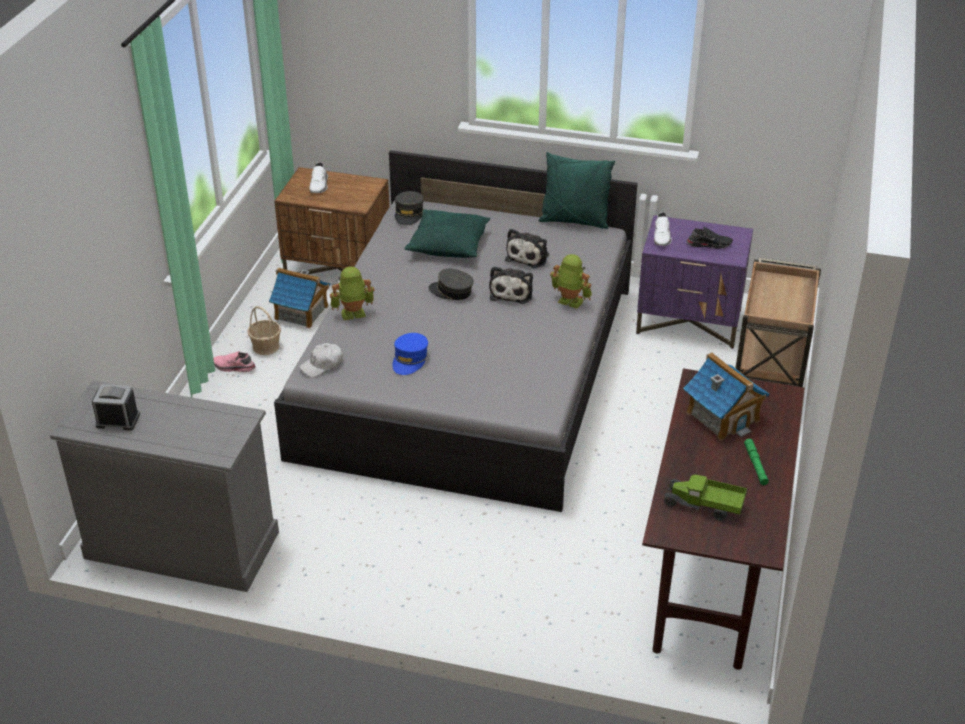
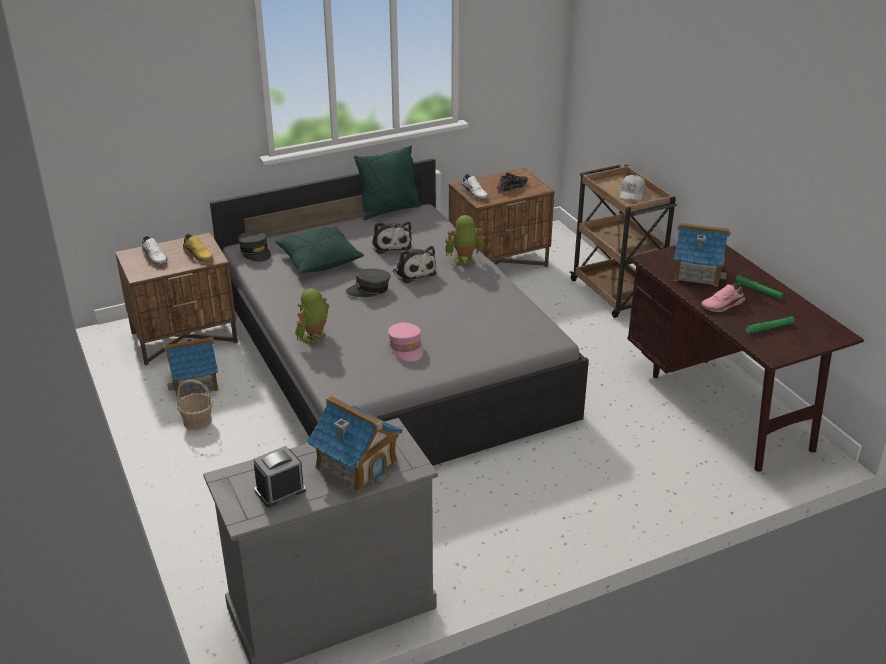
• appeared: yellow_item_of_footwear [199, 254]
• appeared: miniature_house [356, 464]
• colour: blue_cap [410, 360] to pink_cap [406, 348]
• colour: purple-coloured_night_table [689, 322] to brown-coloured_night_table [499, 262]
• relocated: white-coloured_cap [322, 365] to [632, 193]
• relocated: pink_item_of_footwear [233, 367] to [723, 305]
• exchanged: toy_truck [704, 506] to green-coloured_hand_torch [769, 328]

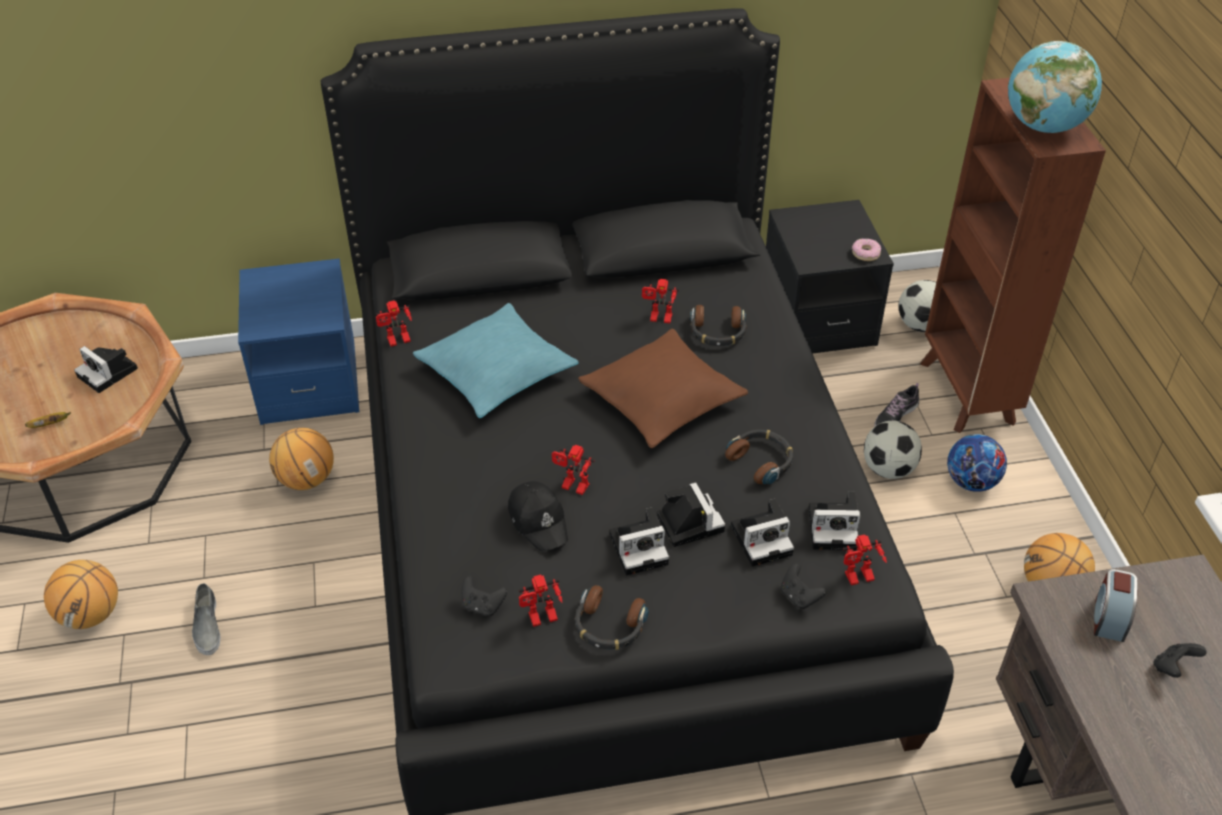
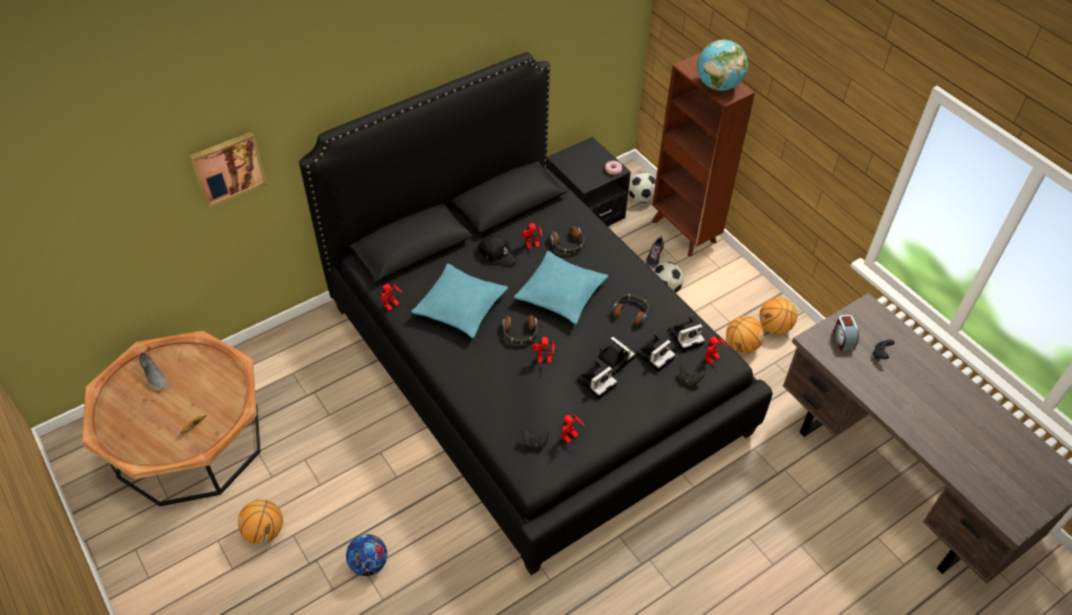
• relocated: gray_item_of_footwear [207, 625] to [153, 375]
• appeared: wall_art [228, 168]
• relocated: football [971, 482] to [369, 564]
• relocated: black-coloured_cap [539, 520] to [497, 254]
• relocated: headphones [608, 626] to [520, 333]
• colour: brown-coloured_throw_pillow [662, 399] to turquoise-coloured_throw_pillow [561, 294]
• relocated: basketball [306, 479] to [741, 345]
• missing: still_camera [109, 373]
• missing: blue_night_table [309, 382]

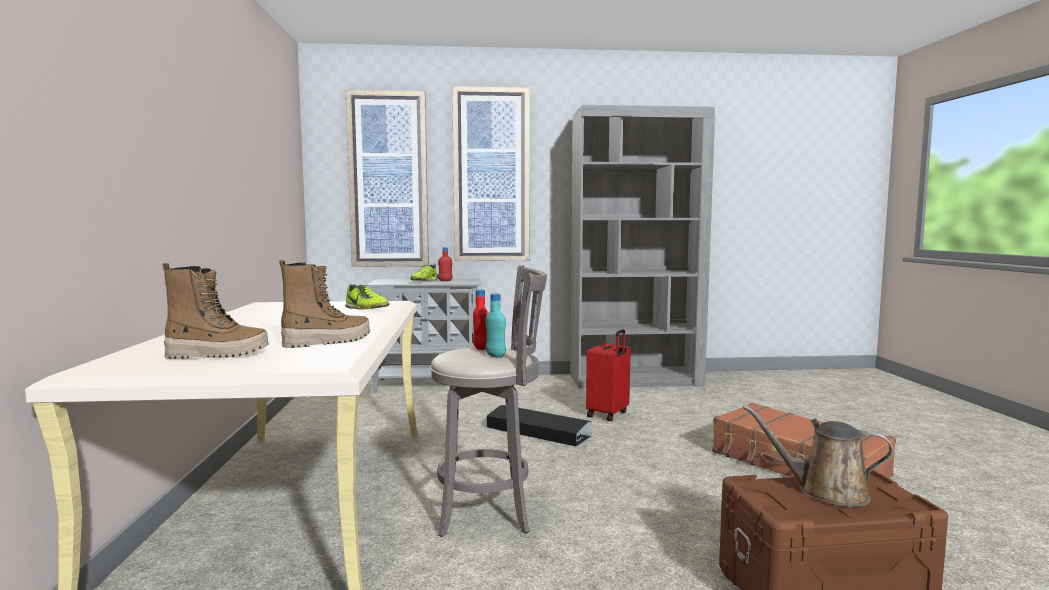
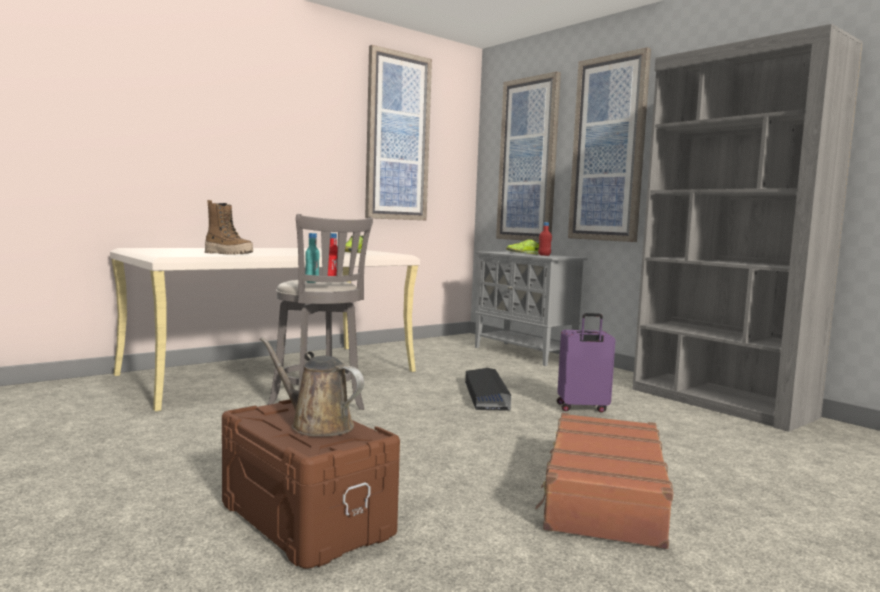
• spun: brown-coloured_sprinkling_can [825, 492] = [317, 425] 45 degrees counterclockwise
• appeared: wall_art [397, 137]
• colour: reddish_piece_of_luggage [608, 414] to purple-coloured_piece_of_luggage [582, 408]
• missing: boot [218, 355]

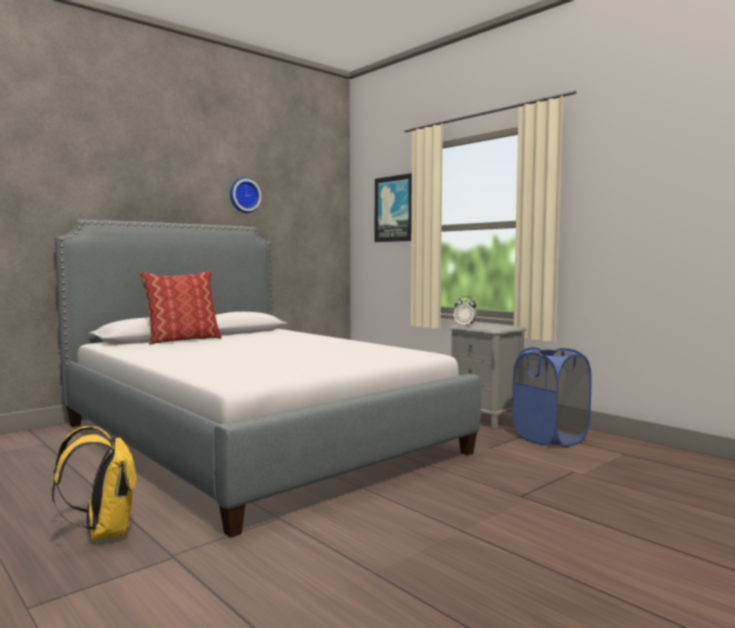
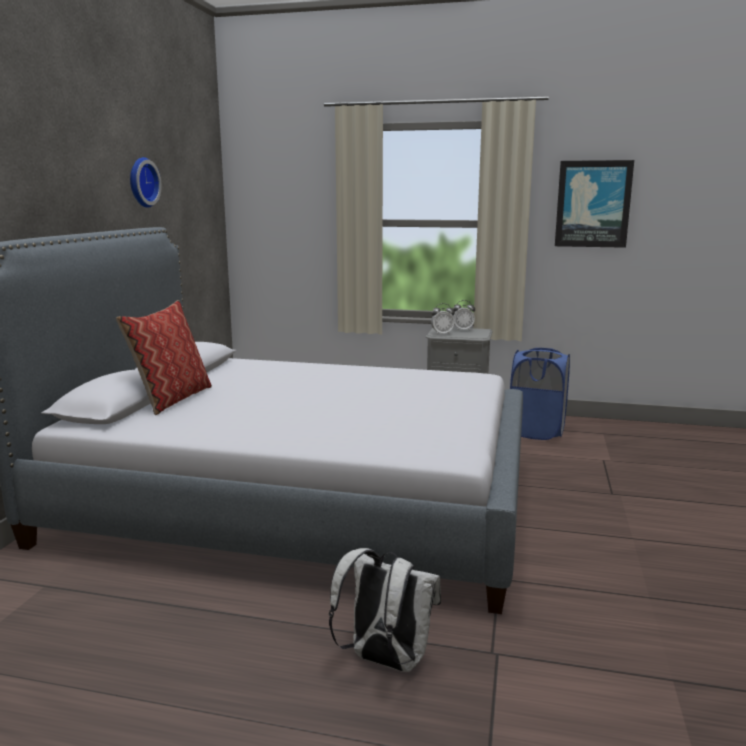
• colour: yellow_backpack [104, 532] to white-coloured_backpack [384, 660]
• appeared: table_clock [463, 330]
• relocated: wall_art [394, 209] to [593, 204]

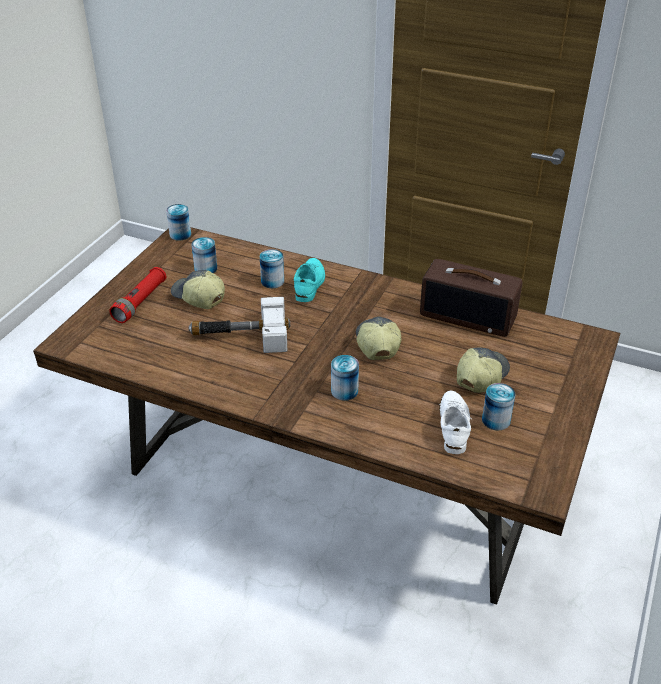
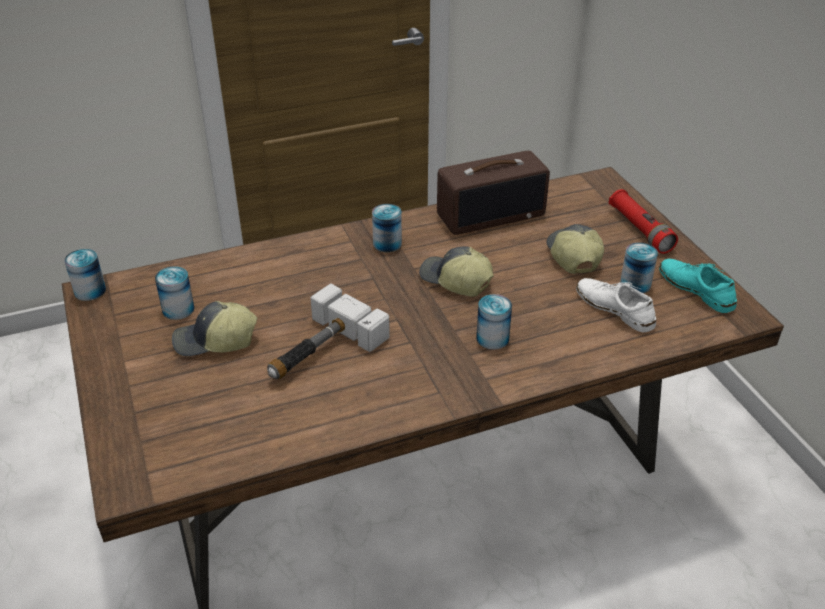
• relocated: can [272, 281] to [387, 243]
• relocated: reddish_hand_torch [140, 302] to [640, 230]
• relocated: turquoise-coloured_item_of_footwear [309, 284] to [696, 289]

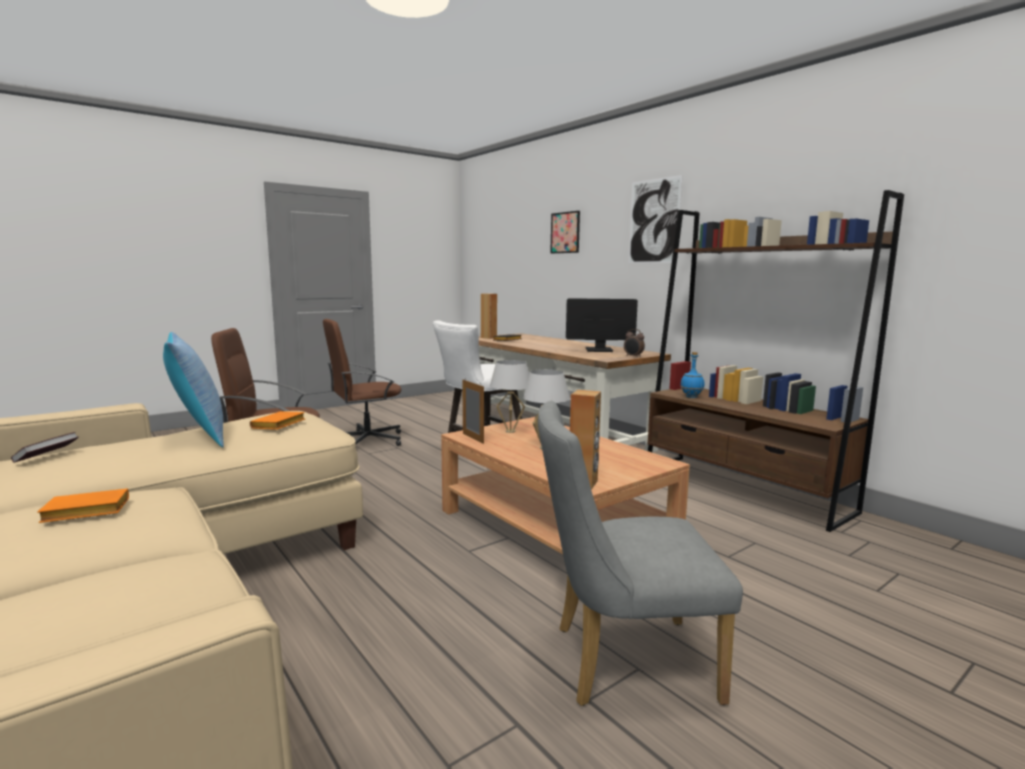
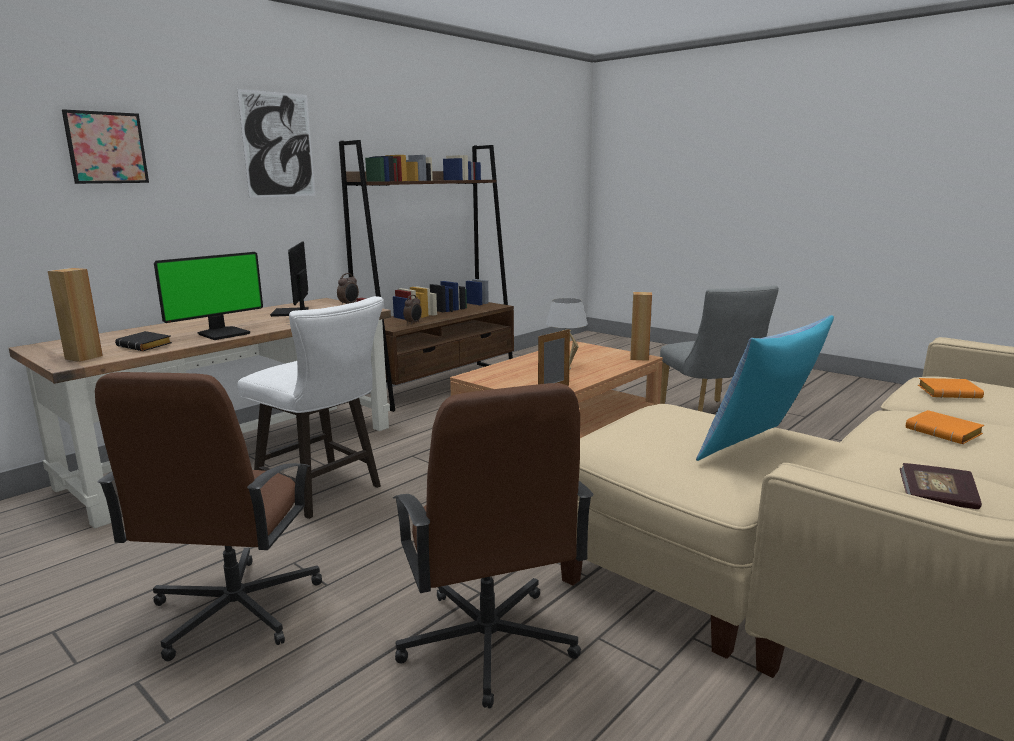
• spun: brown-coloured_desk_chair [366, 440] = [233, 610] 45 degrees clockwise
• appeared: computer_display [223, 333]
• exchanged: blue_bottle [691, 397] to table_clock [413, 323]
• relocated: orange-coloured_bound_book [278, 425] to [949, 393]
• missing: white-coloured_lamp_for_a_table [510, 431]

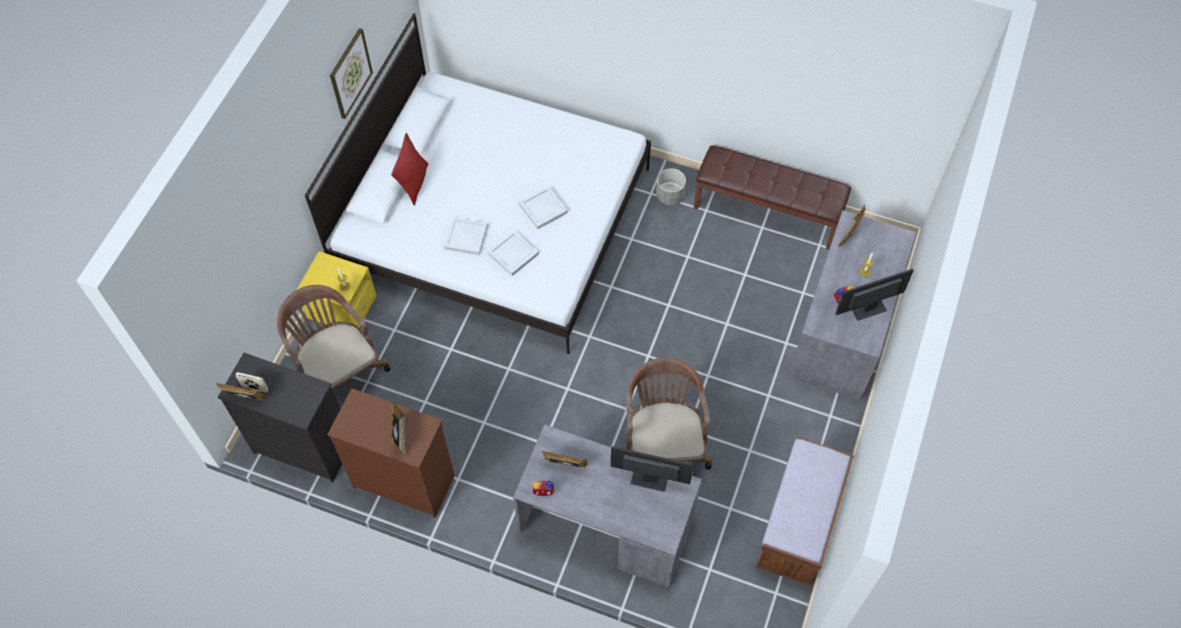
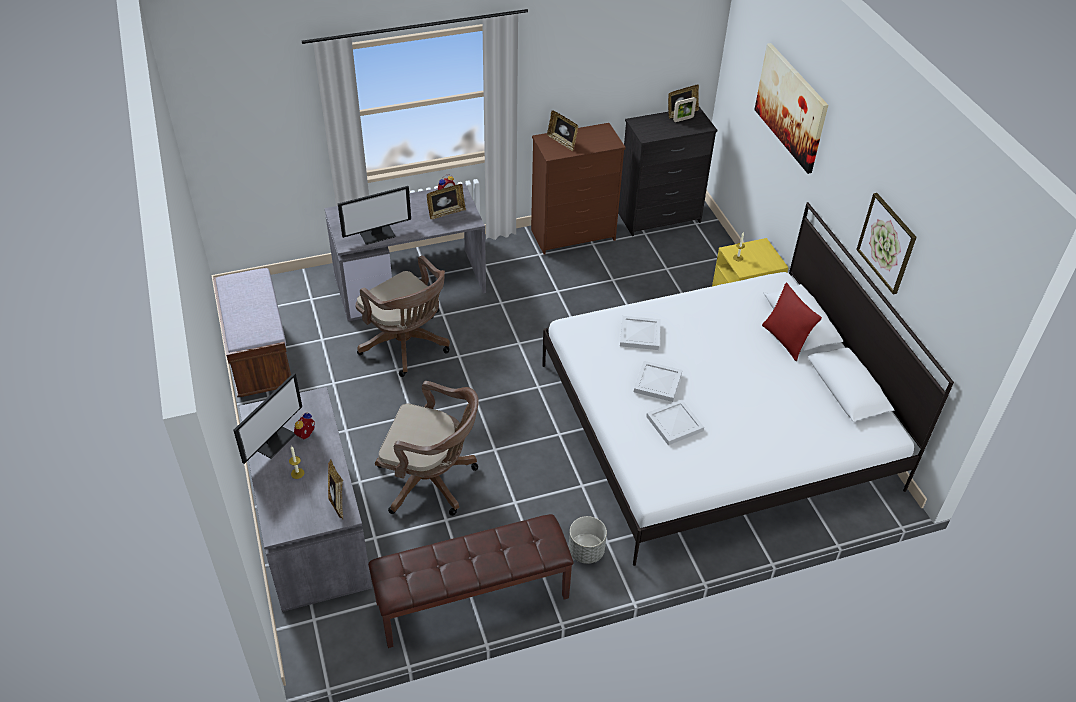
• relocated: brown-coloured_desk_chair [340, 376] to [432, 481]
• relocated: white-coloured_serving_tray [465, 236] to [675, 424]
• appeared: wall_art [791, 107]

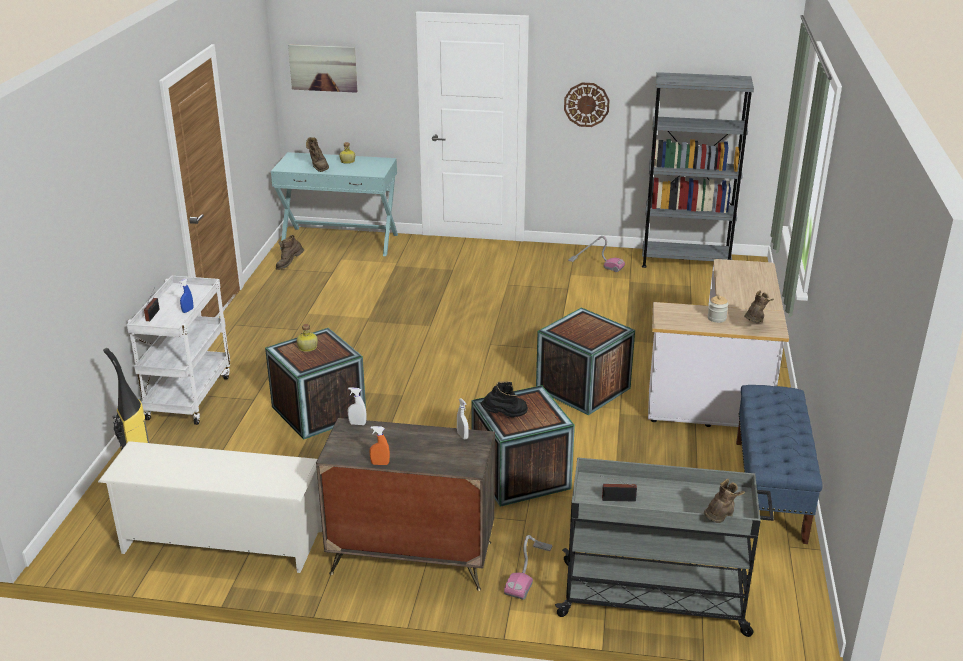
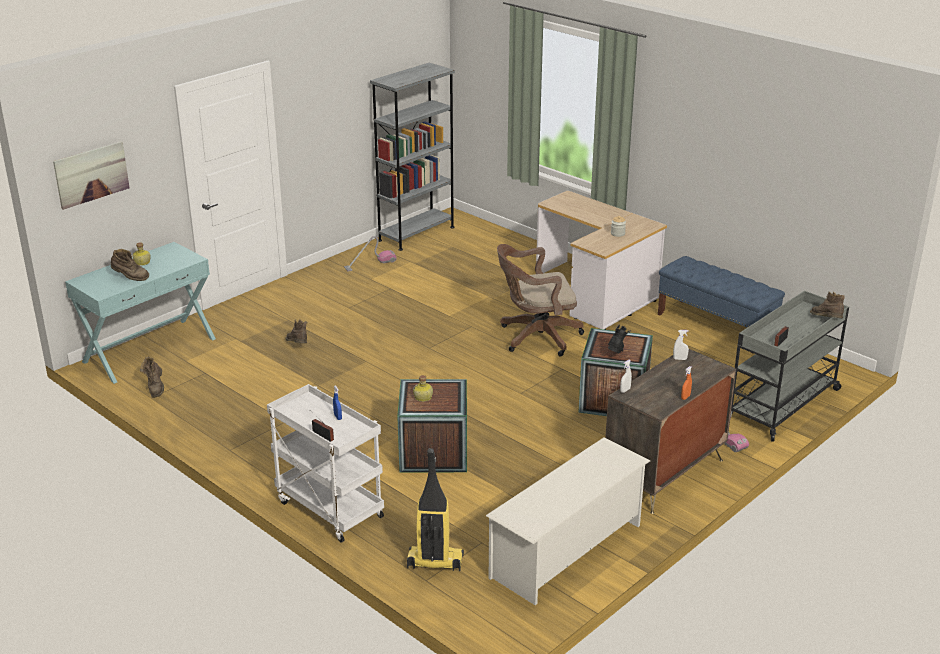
• relocated: brown-coloured_boot [754, 325] to [298, 346]
• exchanged: packing_crate [583, 389] to brown-coloured_desk_chair [535, 337]
• missing: wall_clock [586, 104]

